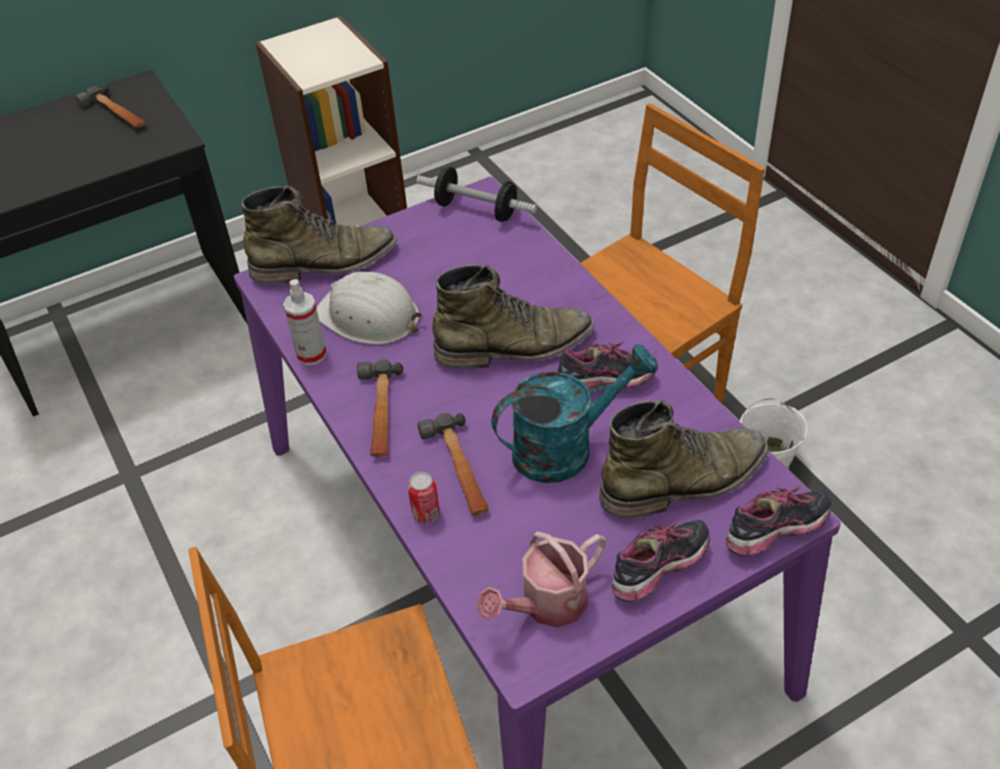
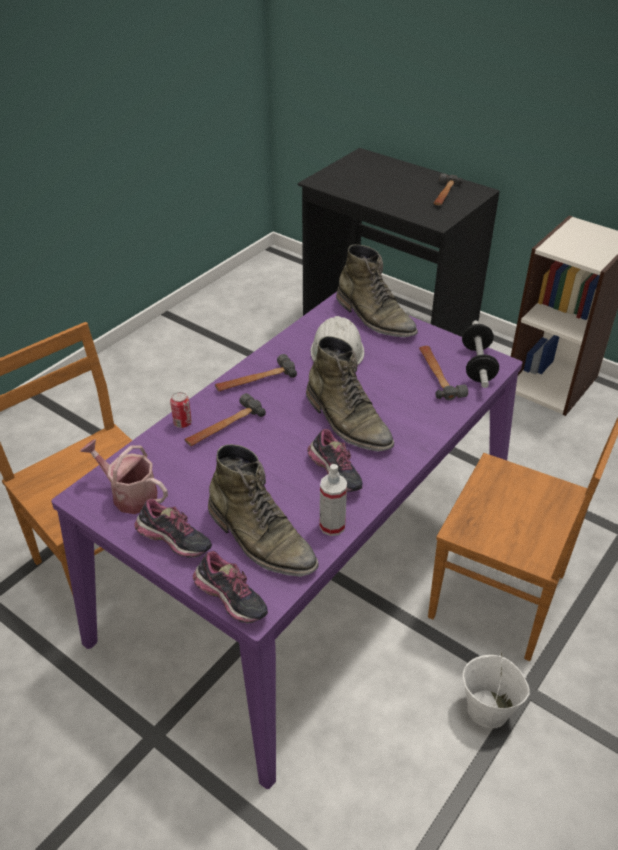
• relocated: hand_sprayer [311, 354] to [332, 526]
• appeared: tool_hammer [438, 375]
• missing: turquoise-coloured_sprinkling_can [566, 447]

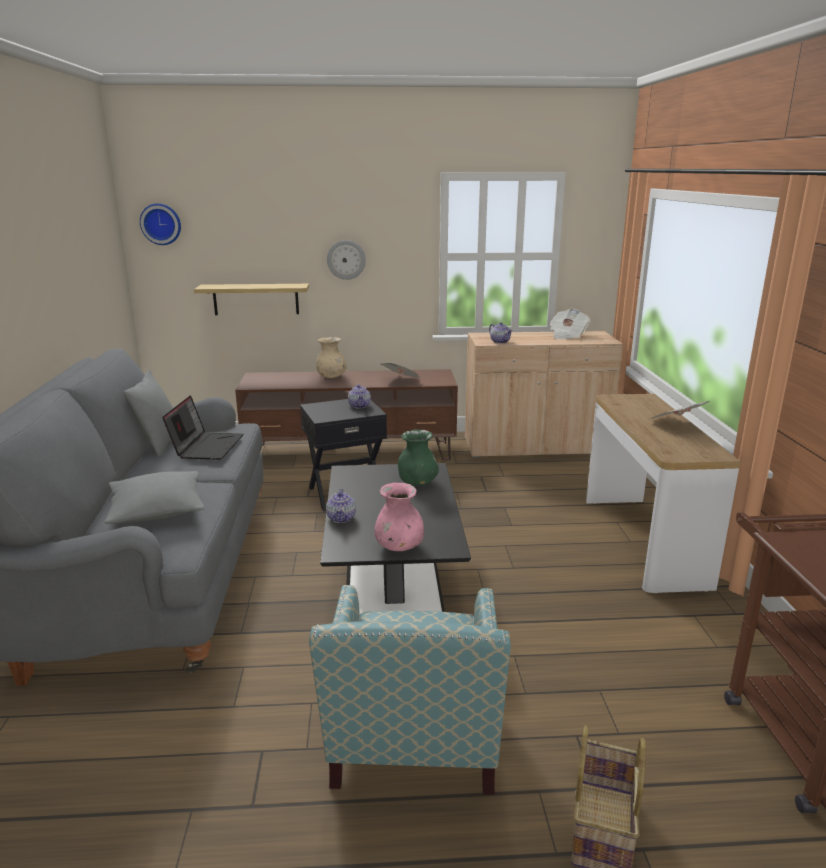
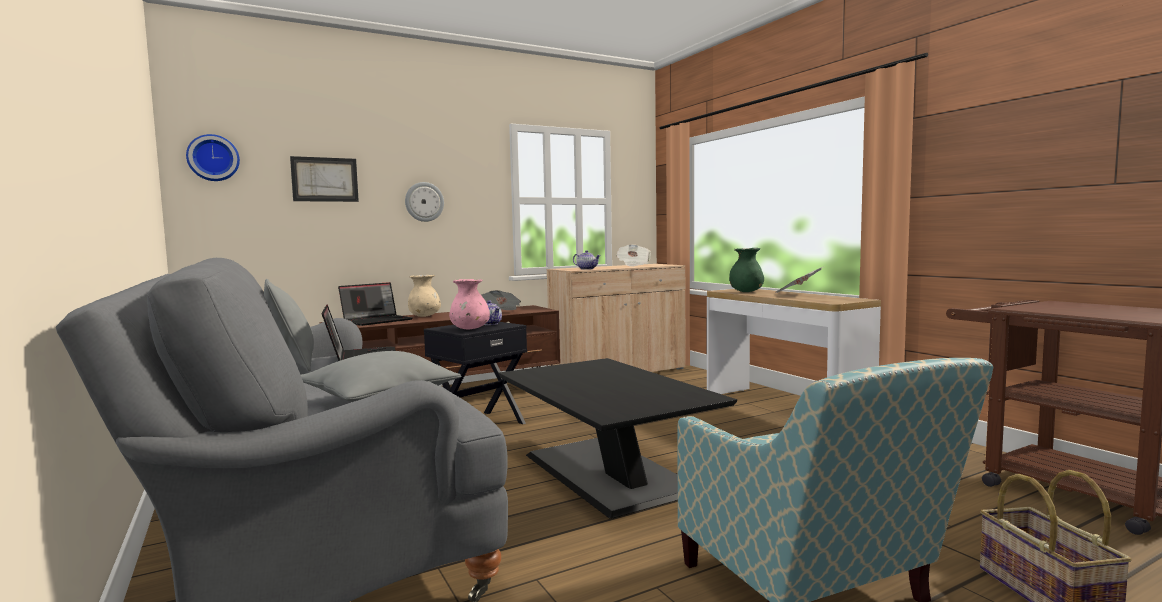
• appeared: wall_art [325, 179]
• appeared: portable_computer [377, 321]
• relocated: pink_vase [399, 547] to [470, 329]
• relocated: green-coloured_vase [417, 483] to [746, 292]
• missing: shelf [256, 299]
• missing: teapot [341, 518]

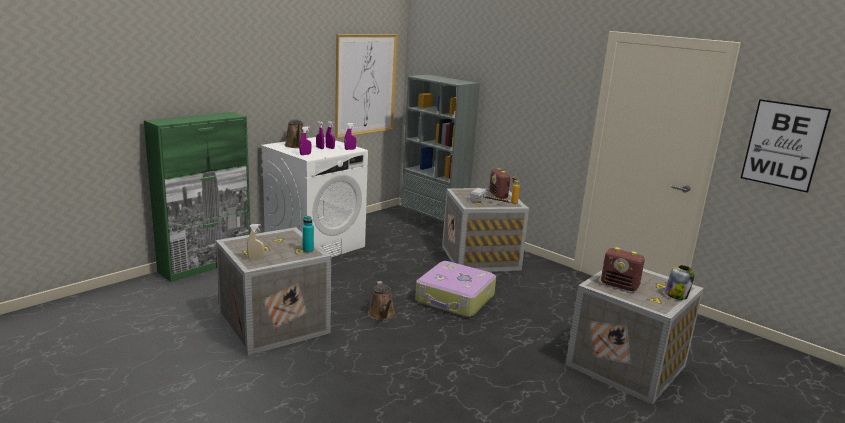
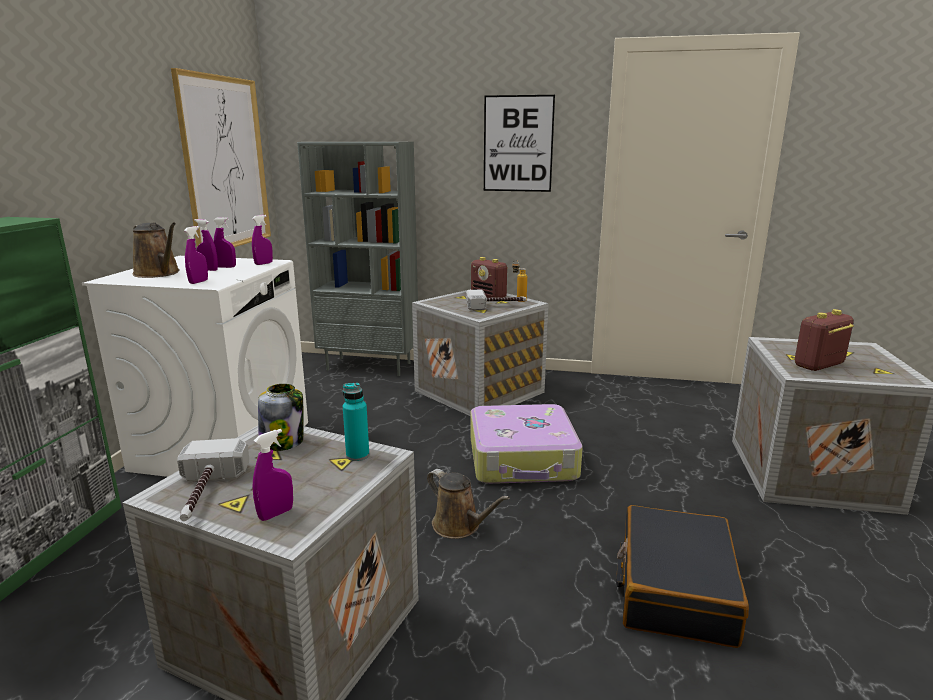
• appeared: tool_hammer [205, 494]
• colour: beige-coloured_hand_sprayer [255, 259] to purple-coloured_hand_sprayer [276, 514]
• relocated: storage_jar [676, 295] to [283, 442]
• relocated: wall_art [783, 145] to [518, 144]
• appeared: black-coloured_piece_of_luggage [674, 589]
• spun: radio [620, 285] = [818, 365] 150 degrees clockwise

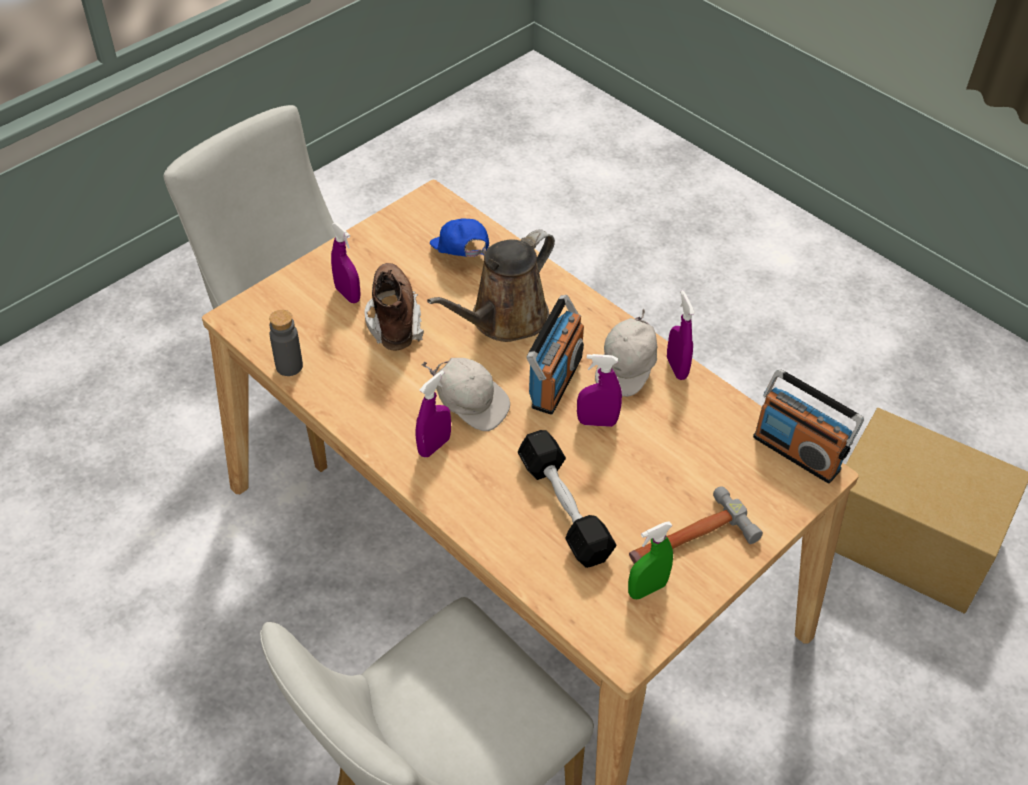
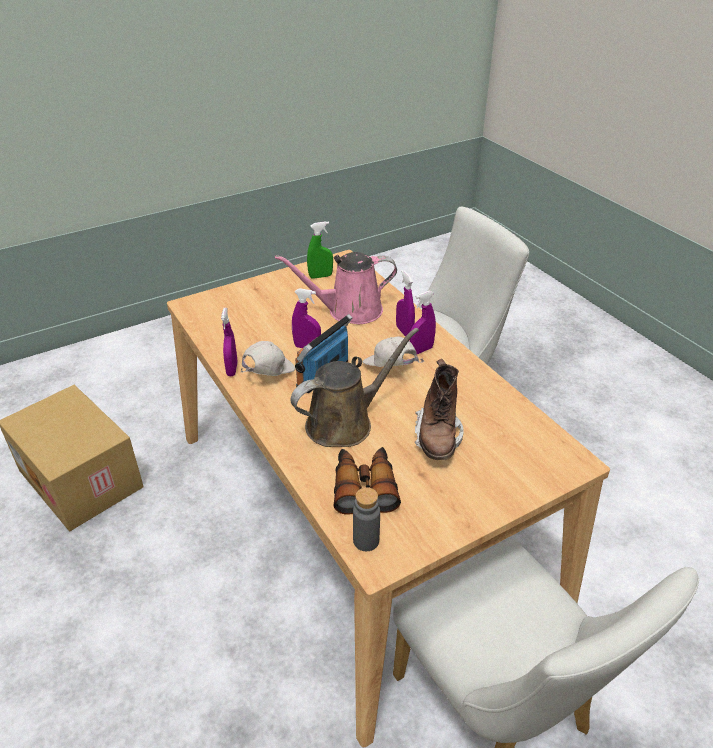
• exchanged: black-coloured_hand_weight [564, 508] to pink_sprinkling_can [349, 310]
• exchanged: blue_cap [461, 257] to binoculars [364, 486]
• relocated: gray_bottle [289, 366] to [366, 540]
• relocated: purple-coloured_hand_sprayer [347, 294] to [404, 331]
• missing: tool_hammer [688, 540]
• missing: radio [797, 452]

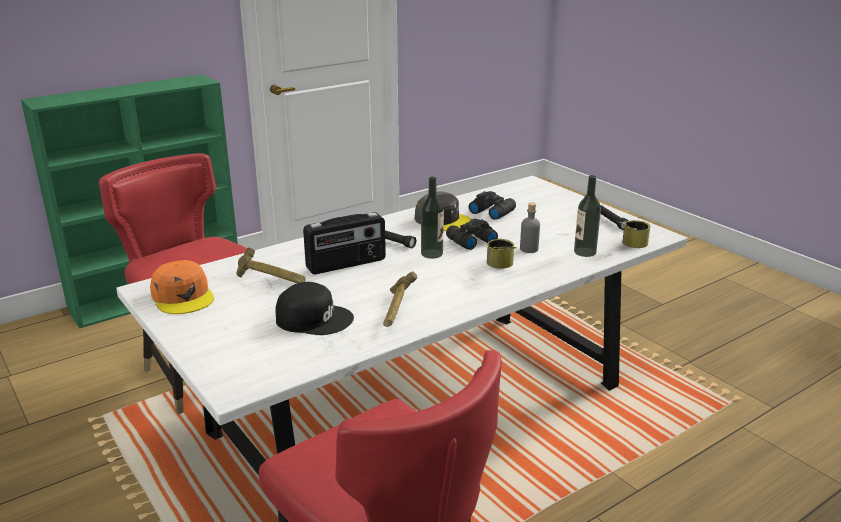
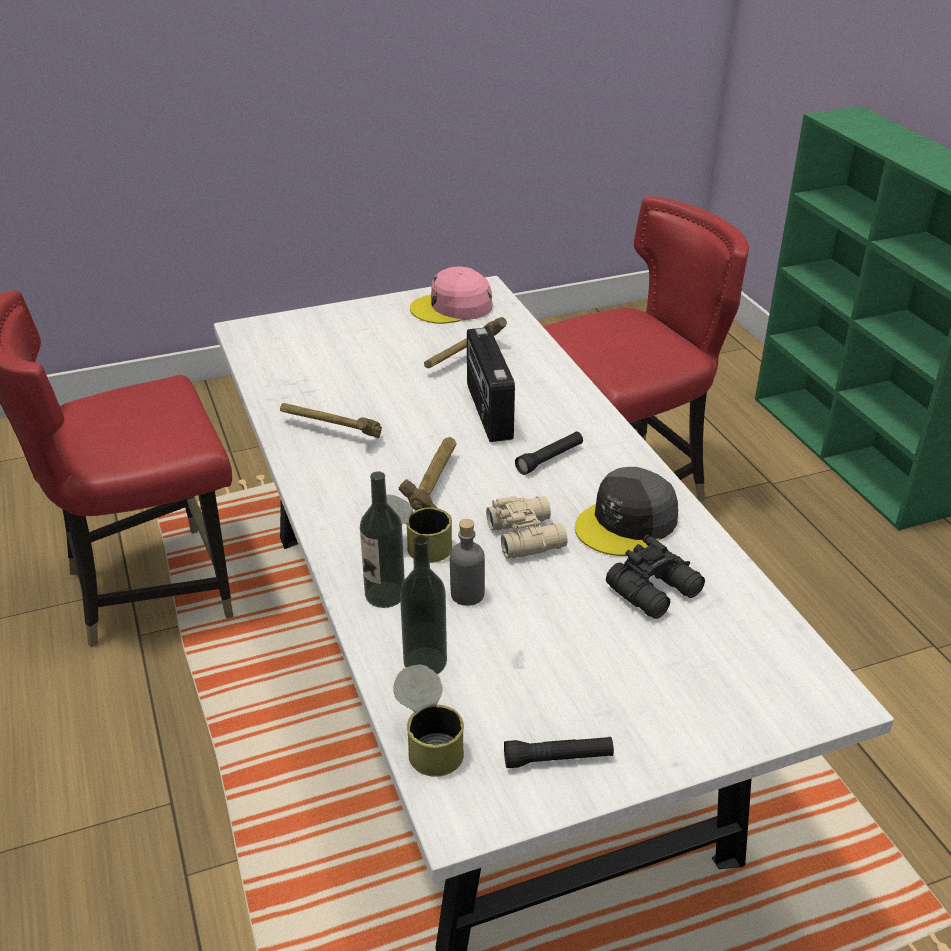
• relocated: bottle [432, 254] to [385, 594]
• appeared: tool_hammer [435, 487]
• colour: orange-coloured_cap [183, 296] to pink_cap [452, 307]
• colour: black-coloured_binoculars [470, 241] to beige-coloured_binoculars [527, 535]
• missing: black-coloured_cap [314, 318]

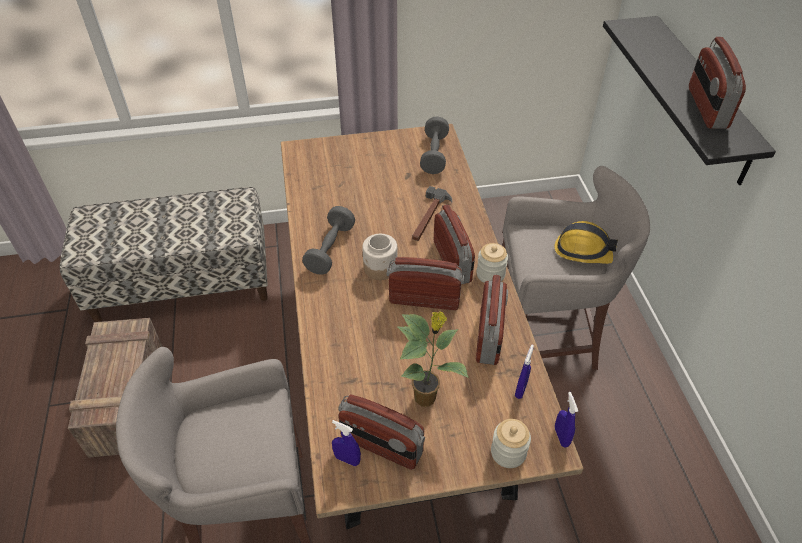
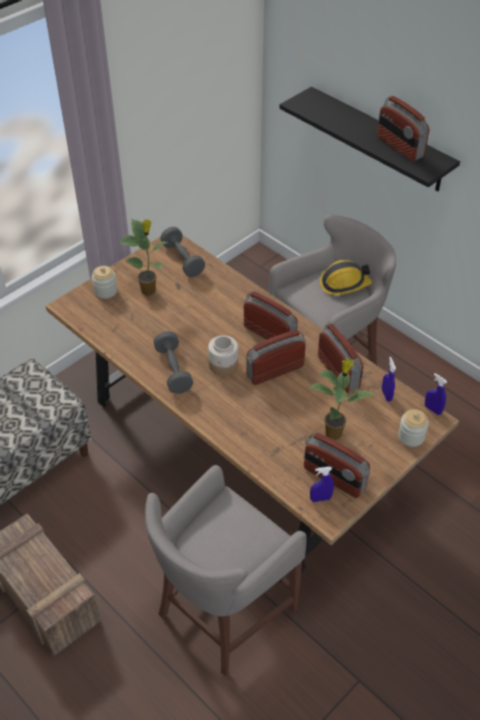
• relocated: storage_jar [490, 274] to [106, 291]
• appeared: plant_in_a_pot [149, 290]
• spun: radio [381, 446] = [334, 478] 45 degrees clockwise
• missing: tool_hammer [429, 217]

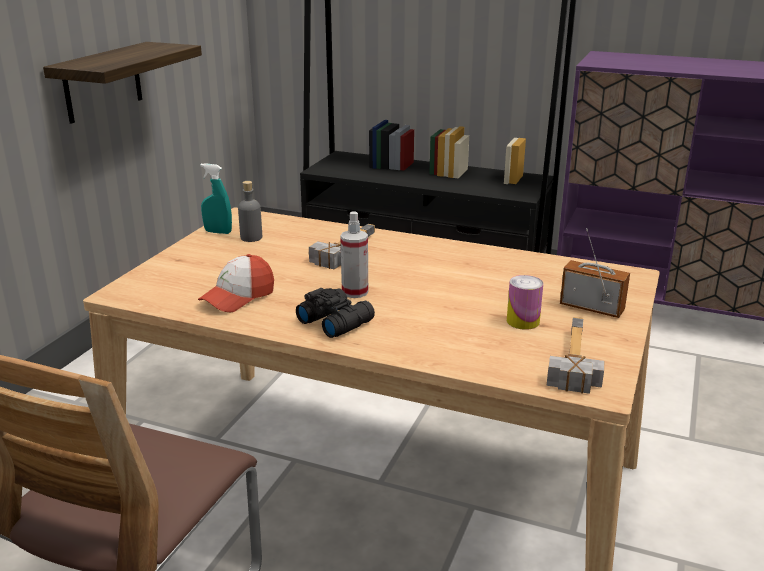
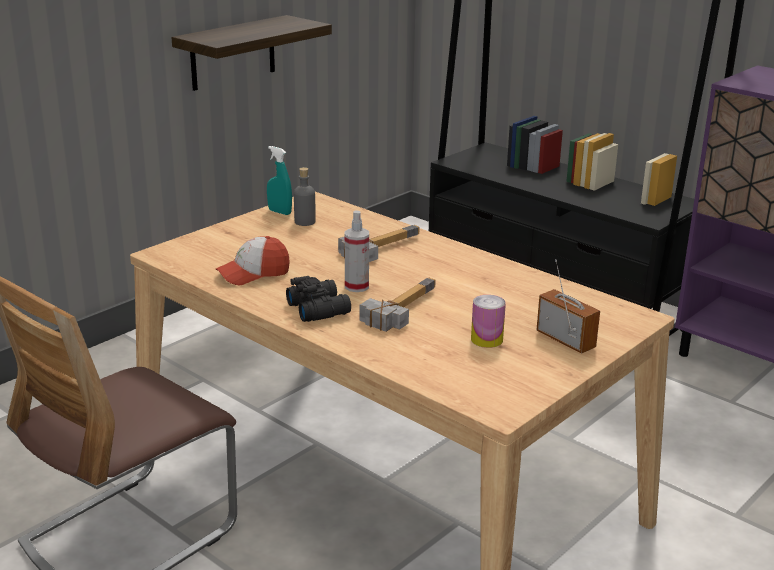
• relocated: tool_hammer [567, 361] to [397, 308]

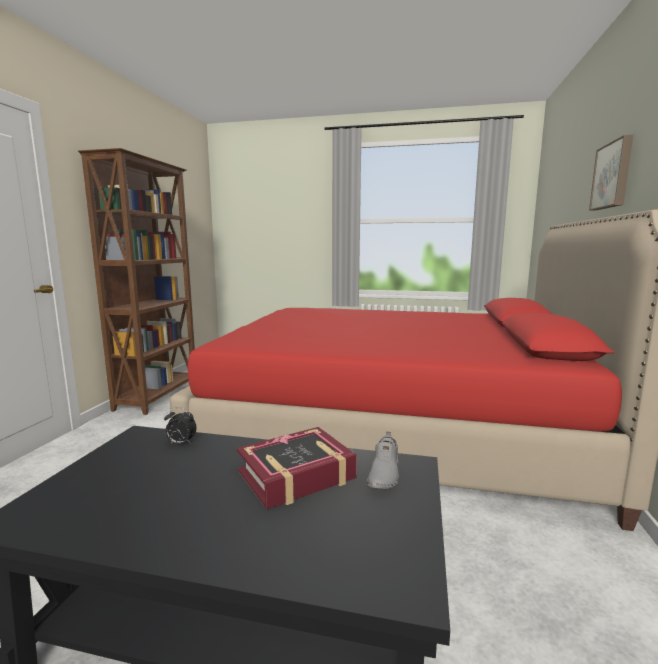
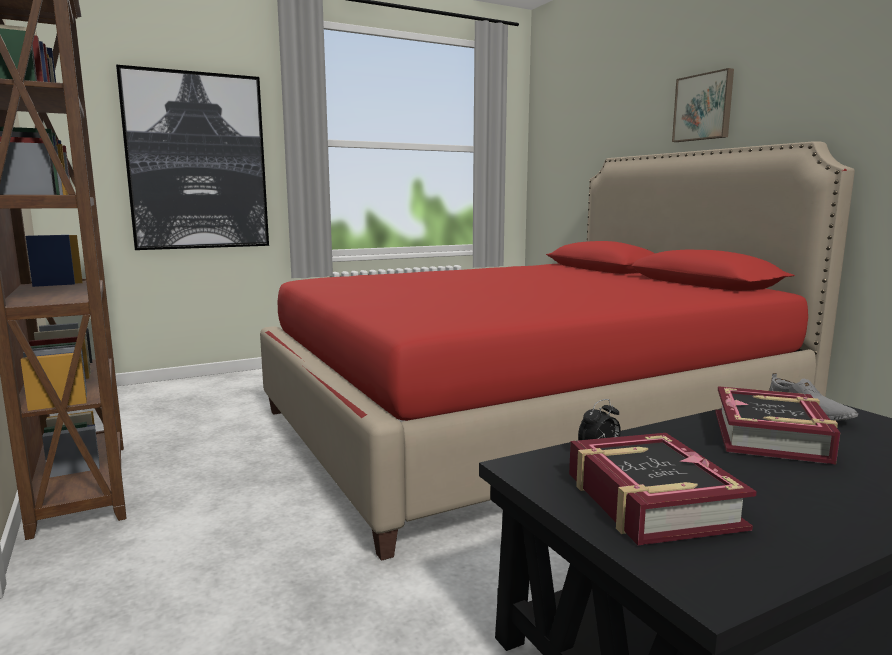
• appeared: wall_art [197, 162]
• appeared: bound_book [650, 501]

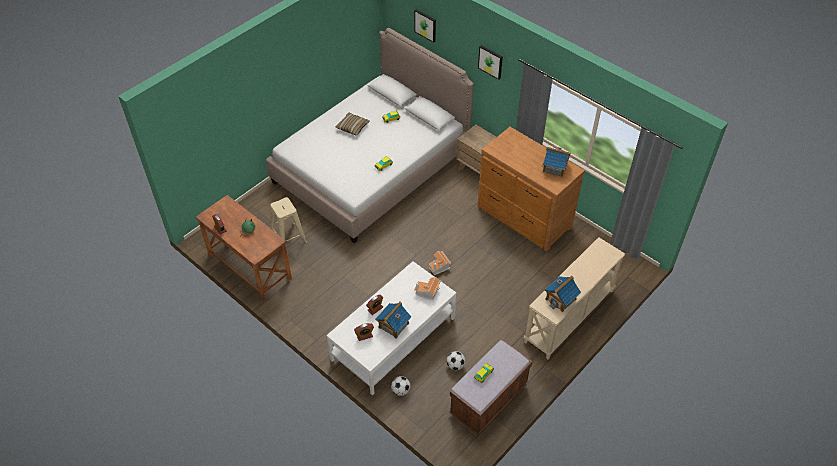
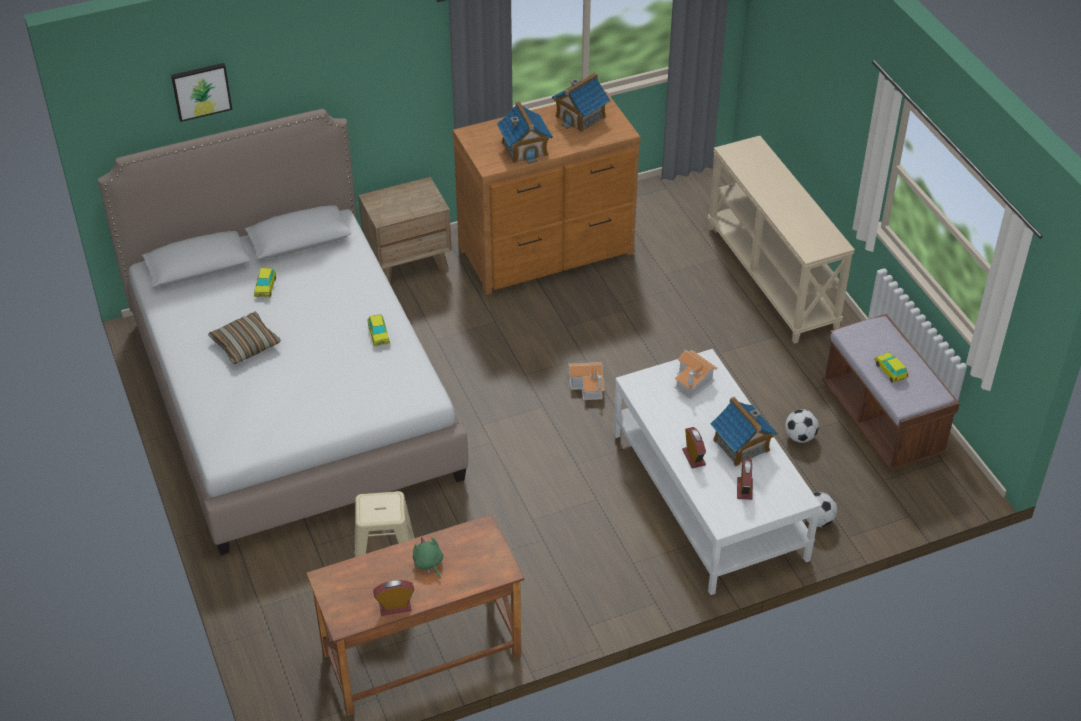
• relocated: miniature_house [561, 299] to [525, 148]
• missing: wall_art [491, 61]

